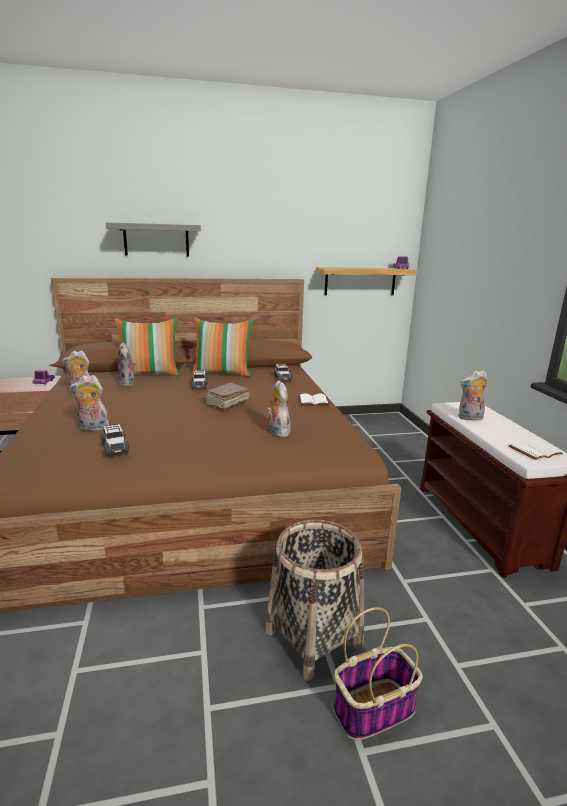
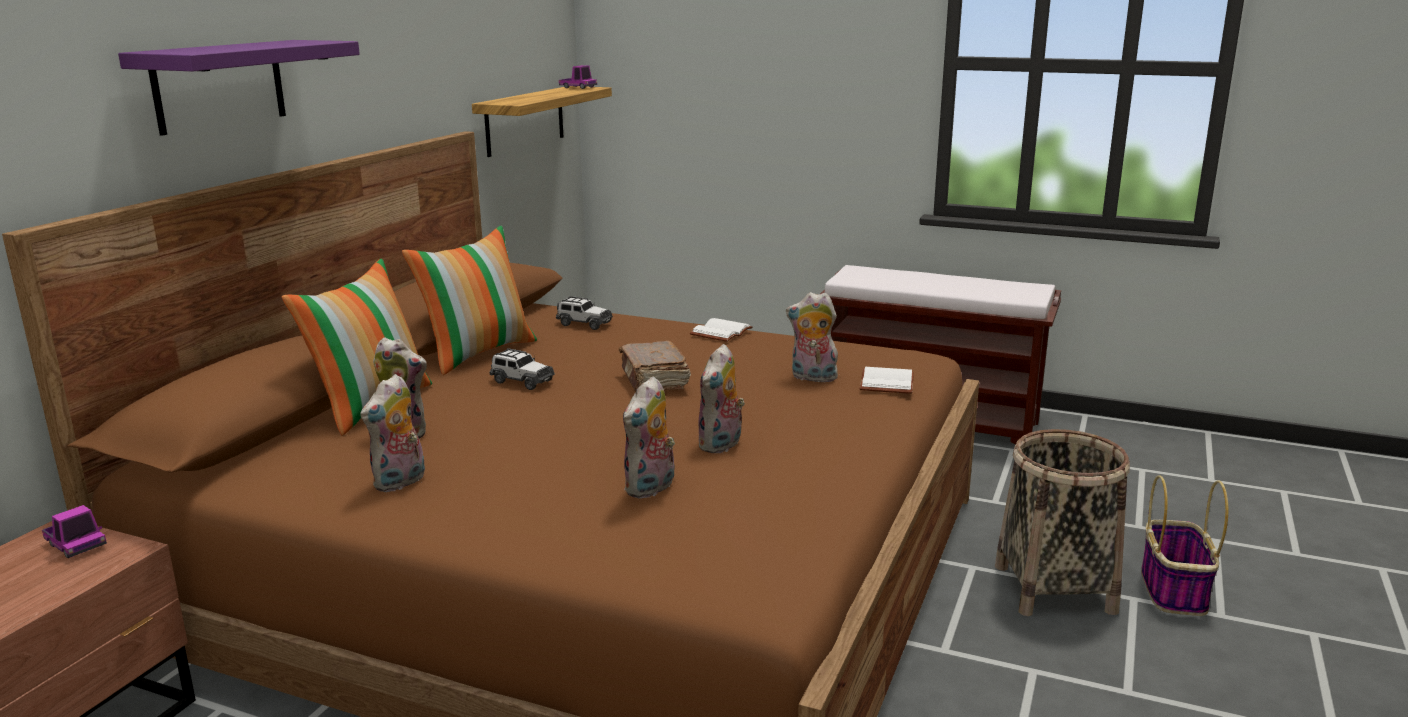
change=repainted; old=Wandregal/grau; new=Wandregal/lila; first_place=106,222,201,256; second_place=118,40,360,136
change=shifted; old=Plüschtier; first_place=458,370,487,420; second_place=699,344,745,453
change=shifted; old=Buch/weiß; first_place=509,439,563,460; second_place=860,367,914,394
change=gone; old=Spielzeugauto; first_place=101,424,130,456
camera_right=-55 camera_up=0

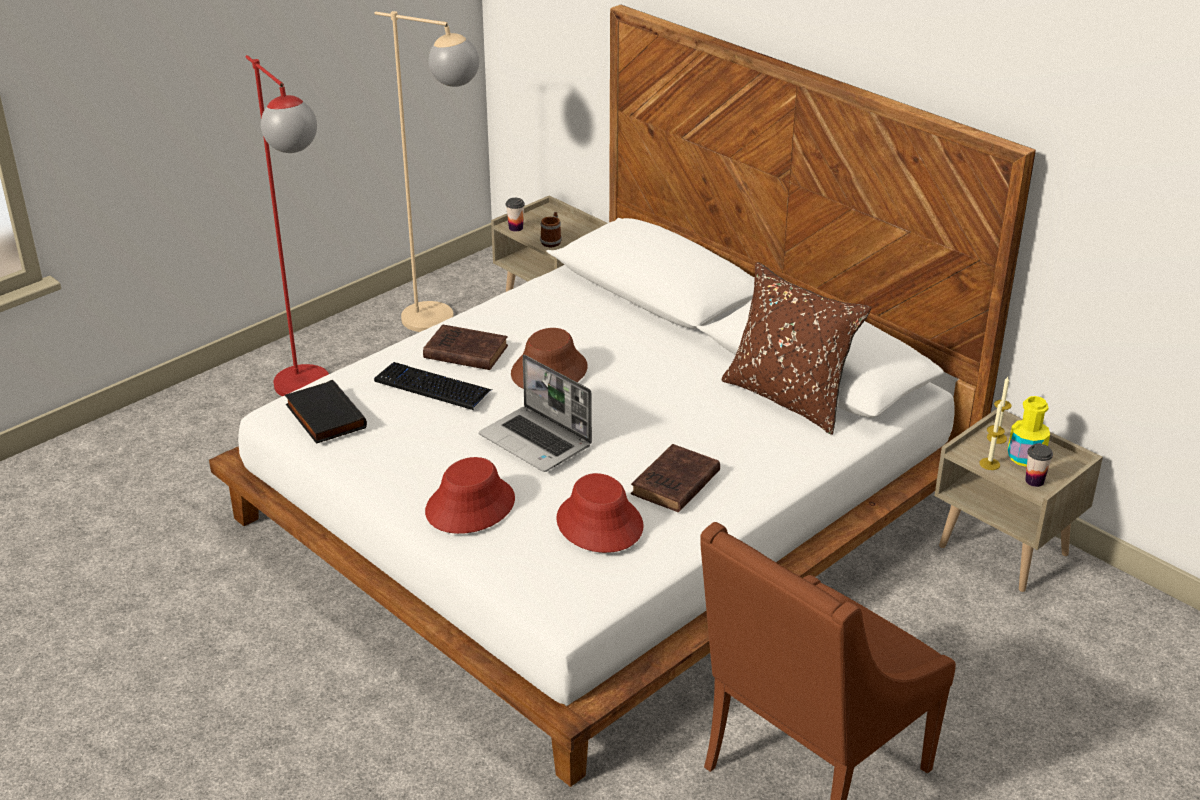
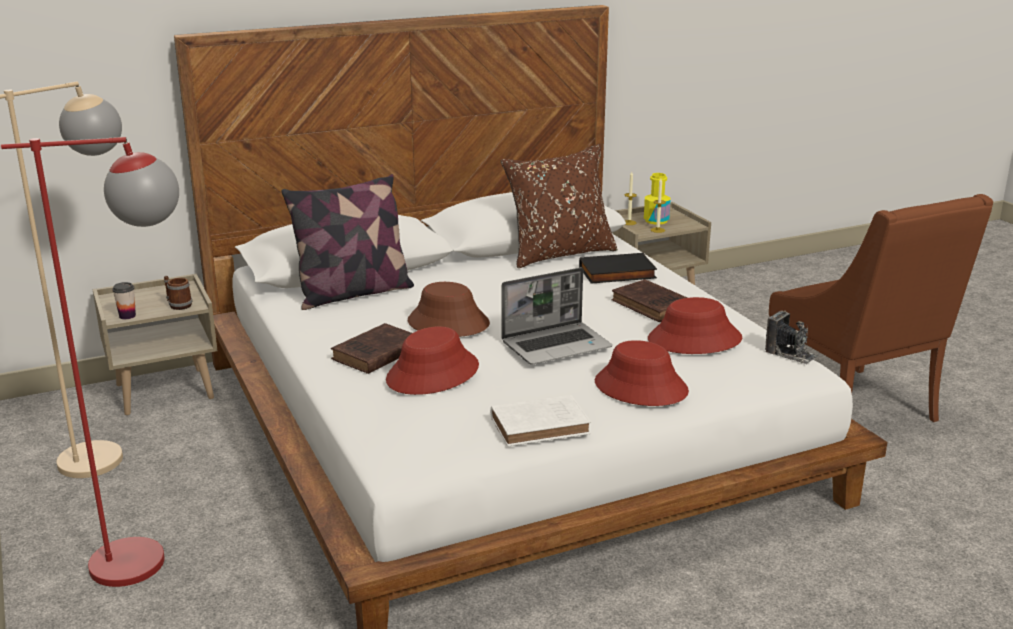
change=new; new=Kissen; second_place=282,174,414,310
change=swapped; old=Tastatur; new=Hut/rot; first_place=374,362,492,410; second_place=386,326,479,395
change=new; new=Buch/weiß; second_place=491,395,591,447
change=shifted; old=Buch/schwarz; first_place=285,380,367,444; second_place=579,253,657,284
change=new; new=Kamera; second_place=765,310,818,364
change=gone; old=Tasse; first_place=1025,444,1053,487
camera_right=-70 camera_up=-10

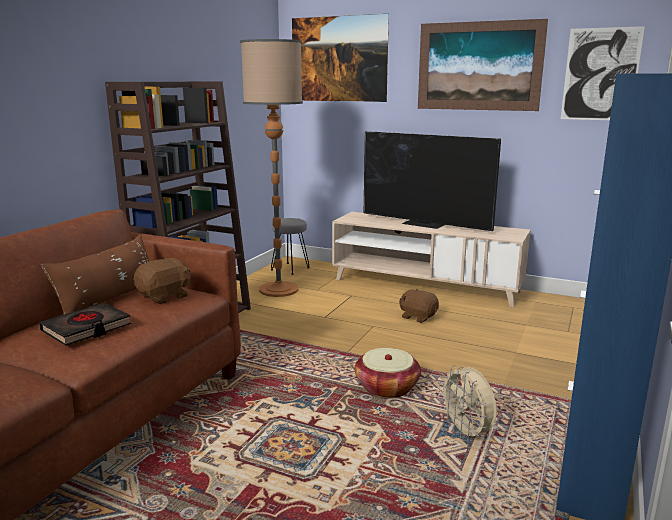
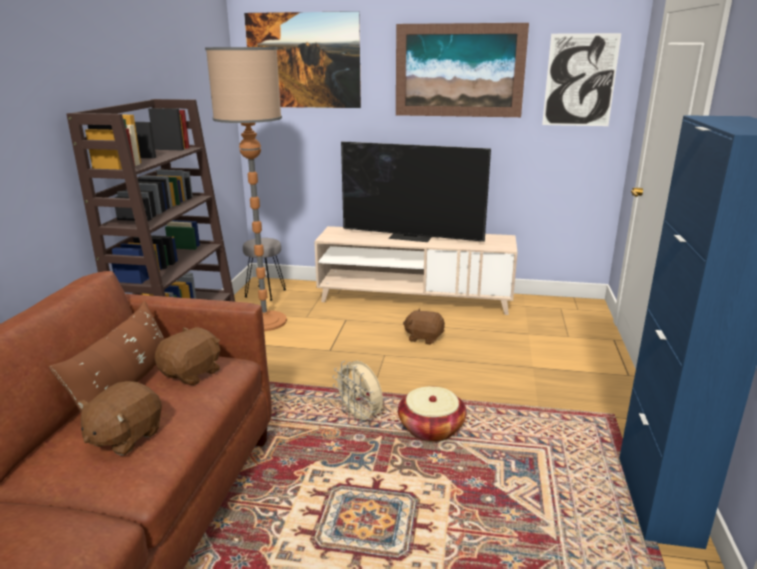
change=swapped; old=Buch/schwarz; new=Plüschtier/braun; first_place=39,303,131,346; second_place=77,381,162,456
change=shifted; old=Ventilator/beige; first_place=438,365,497,442; second_place=333,361,383,425
camera_right=-15 camera_up=5

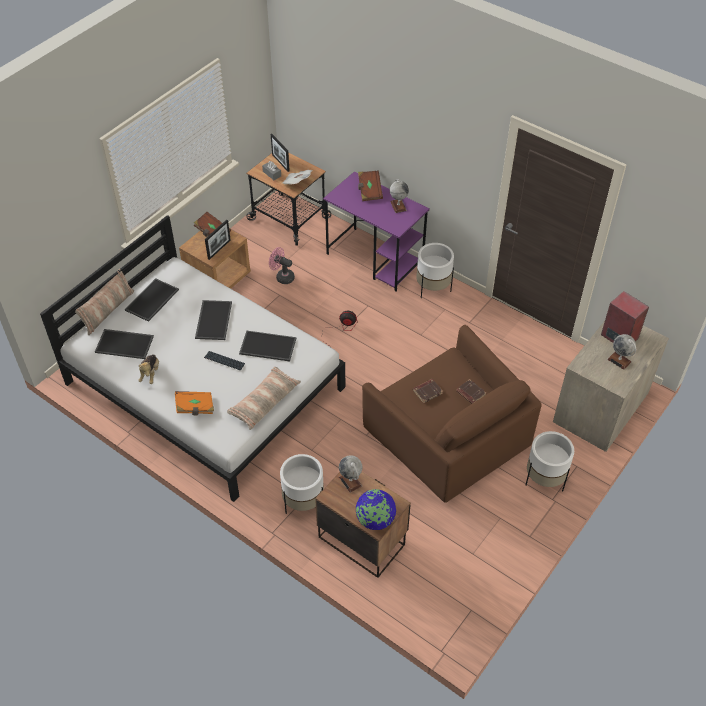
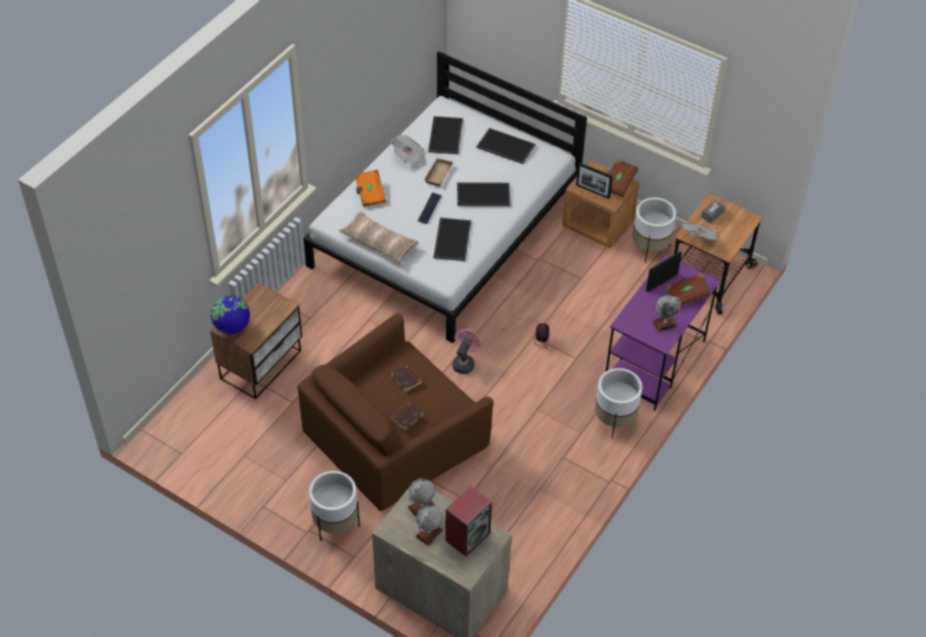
change=swapped; old=Plüschtier; new=Zeitung; first_place=138,354,159,384; second_place=391,135,427,165
change=shifted; old=Globus; first_place=339,455,362,493; second_place=408,478,436,517
change=new; new=Tablett/beige; second_place=424,158,453,186
change=shifted; old=Ventilator/rosa; first_place=269,247,295,284; second_place=452,329,482,374
change=shifted; old=Pflanzkübel/weiß; first_place=280,454,324,514; second_place=632,197,676,263
change=shifted; old=Bilderrahmen; first_place=271,134,290,172; second_place=646,251,682,292
change=gone; old=Kissen; first_place=75,269,134,335
camera_right=85 camera_up=0

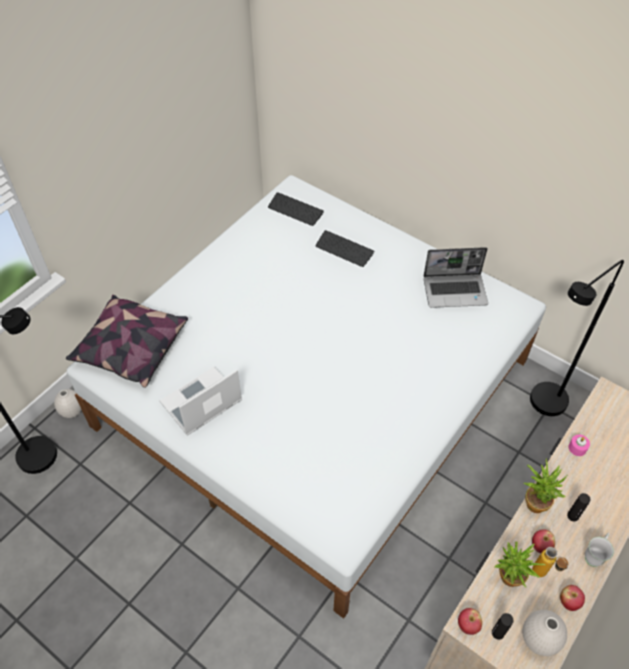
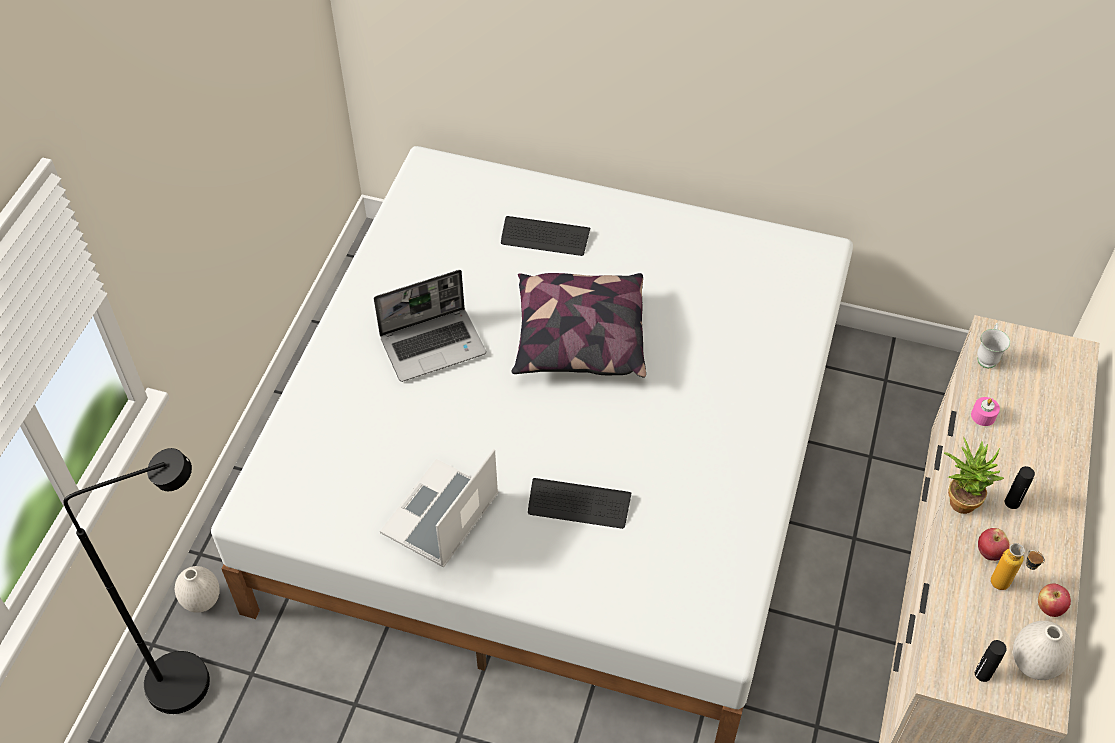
change=shifted; old=Laptop; first_place=424,247,488,308; second_place=374,270,486,382
change=shifted; old=Kissen; first_place=66,295,188,388; second_place=512,273,646,378
change=shifted; old=Tastatur; first_place=268,192,324,226; second_place=528,478,631,529
change=shifted; old=Henkelbecher/weiß; first_place=585,533,614,567; second_place=977,323,1010,368
change=gone; old=Apfel; first_place=458,608,482,635
change=gone; old=Topfpflanze; first_place=494,542,546,587
change=gone; old=Stehlampe/schwarz; first_place=530,260,624,416
camera_right=-20 camera_up=0

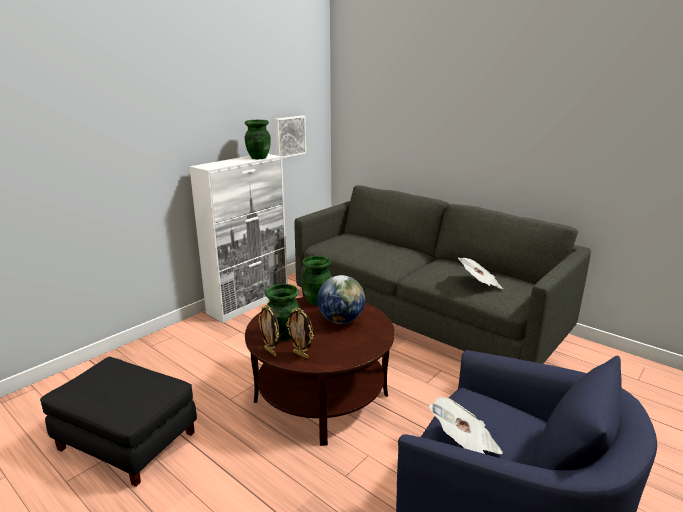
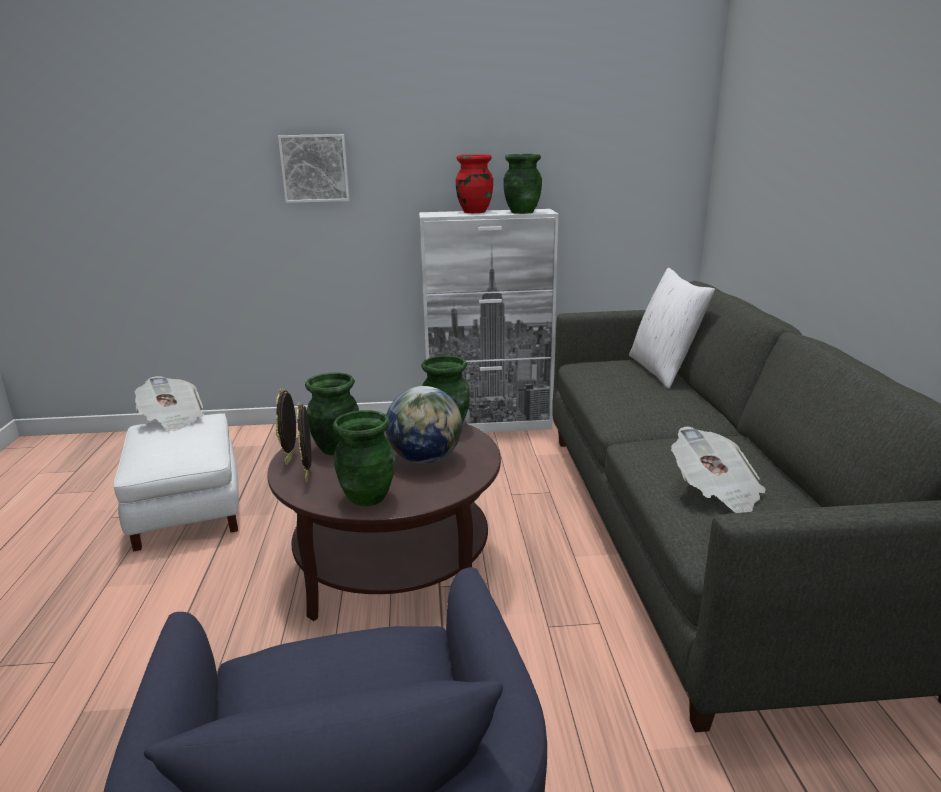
change=repainted; old=Polsterhocker/schwarz; new=Polsterhocker/weiß; first_place=40,357,197,487; second_place=114,414,239,551
change=shifted; old=Zeitung; first_place=429,397,503,454; second_place=135,376,204,431
change=shifted; old=Bild; first_place=274,116,306,158; second_place=278,134,350,203
change=new; new=Vase/grün; second_place=333,410,395,506
change=new; new=Vase/rot; second_place=456,154,493,213
change=new; new=Kissen/weiß; second_place=629,268,715,389
camera_right=45 camera_up=0

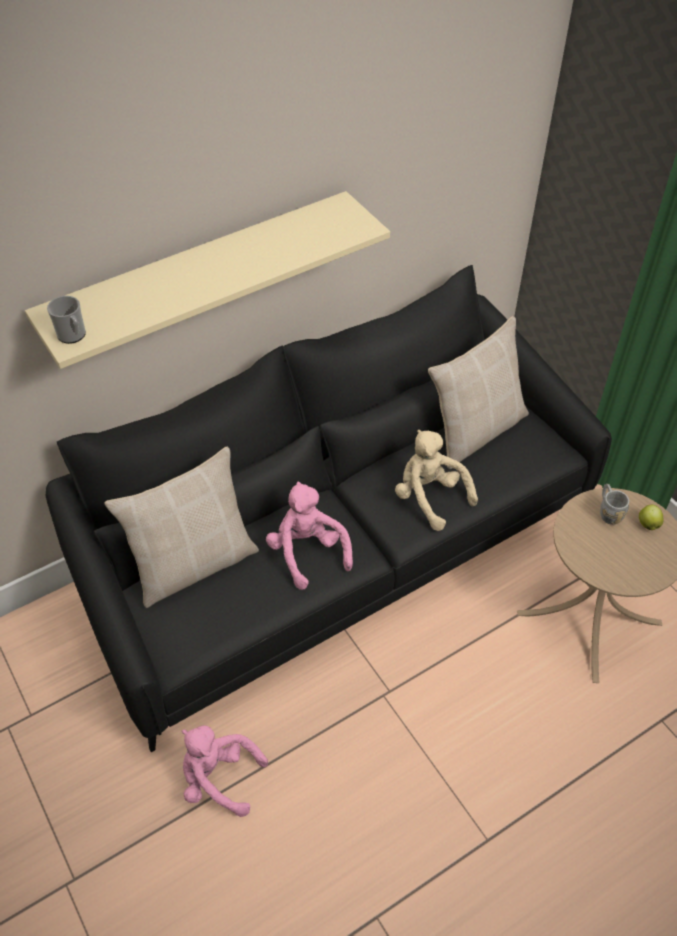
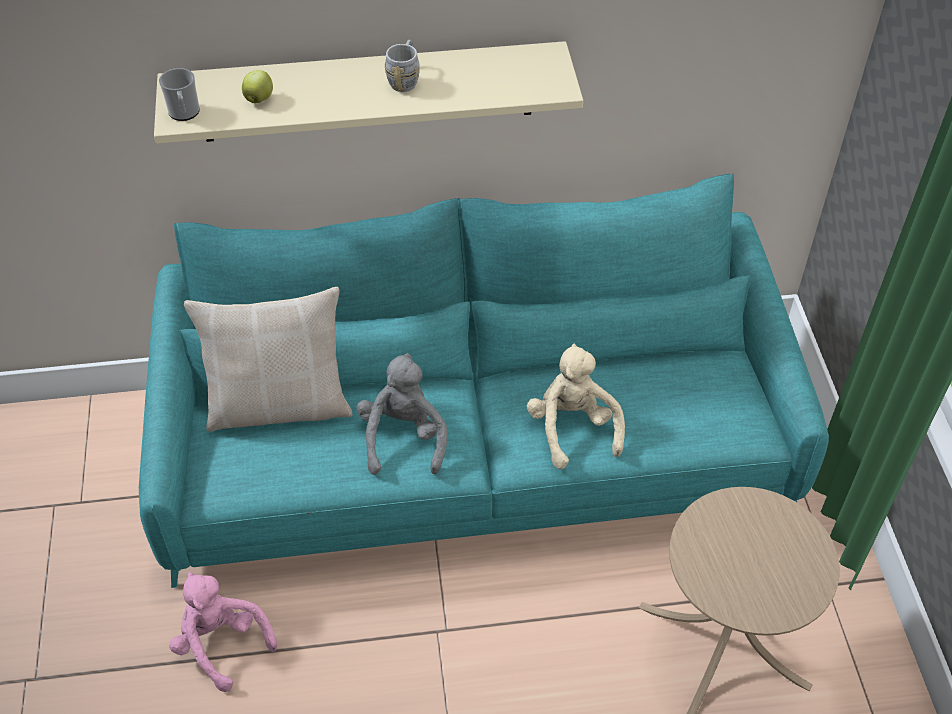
change=repainted; old=Sofa/schwarz; new=Sofa/türkis; first_place=46,265,612,752; second_place=139,174,829,588
change=shifted; old=Apfel; first_place=639,505,663,530; second_place=242,70,273,103
change=repainted; old=Plüschtier/rosa; new=Plüschtier/grau; first_place=266,481,353,590; second_place=356,353,447,475
change=shifted; old=Henkelbecher/grau; first_place=600,484,629,525; second_place=385,40,420,92
change=gone; old=Kissen/beige; first_place=428,316,529,469
camera_right=25 camera_up=0

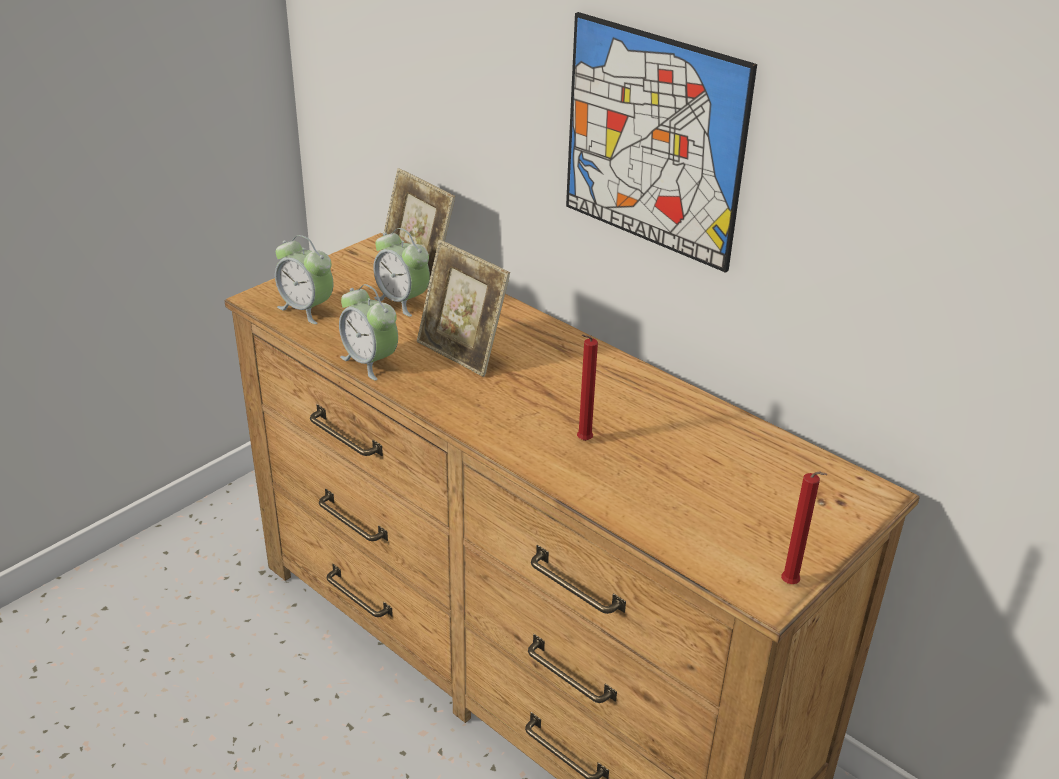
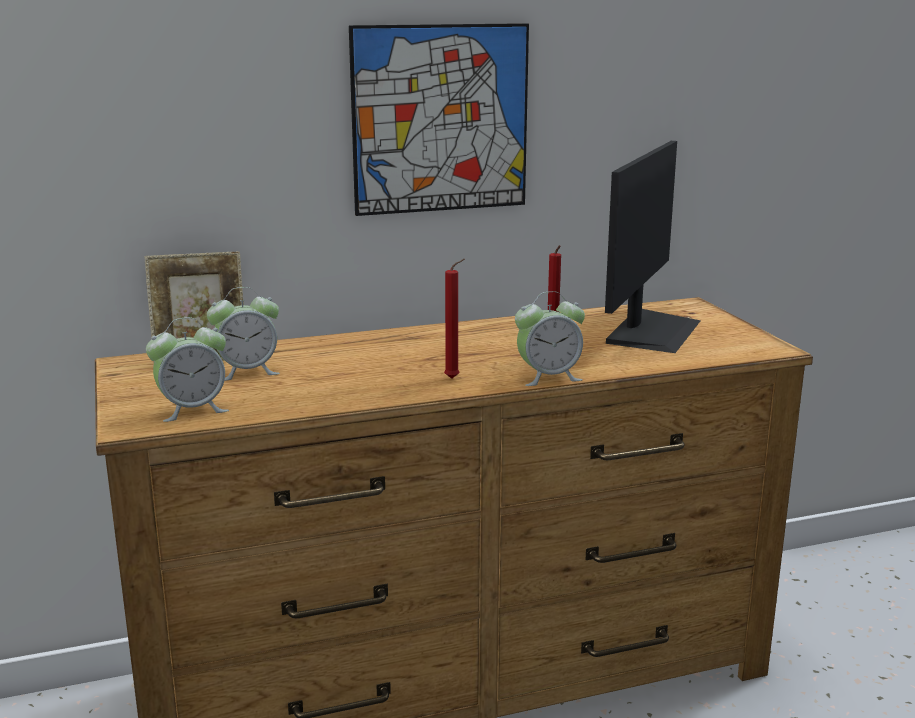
change=shifted; old=Kerze/rot; first_place=781,472,827,584; second_place=444,259,465,379
change=shifted; old=Wecker; first_place=339,284,398,380; second_place=515,291,585,386
change=new; new=Monitor; second_place=605,141,701,353
change=gone; old=Bilderrahmen; first_place=417,240,510,377
camera_right=-60 camera_up=-15

